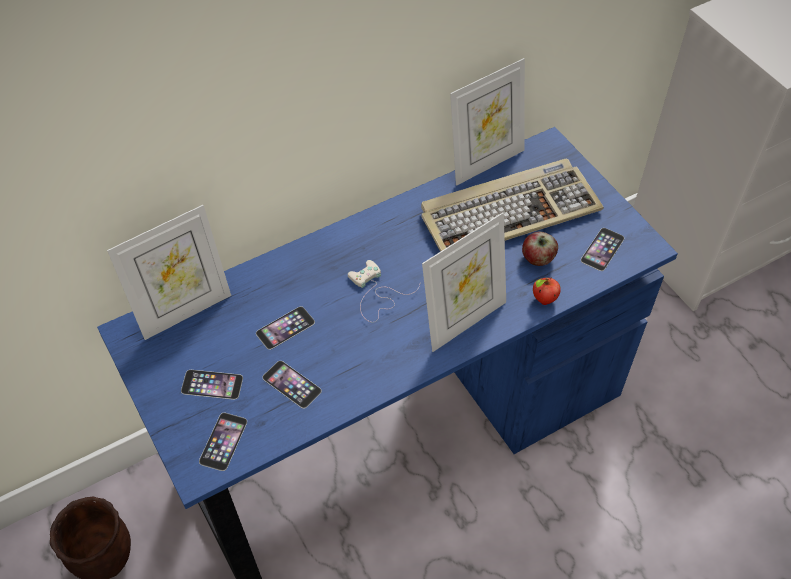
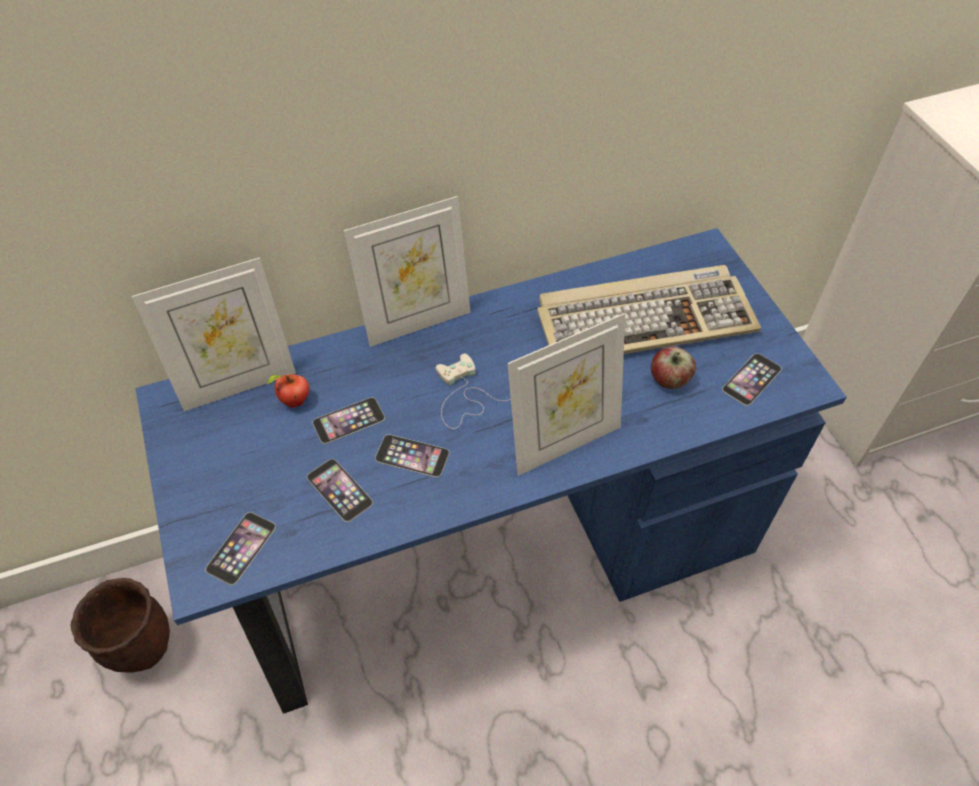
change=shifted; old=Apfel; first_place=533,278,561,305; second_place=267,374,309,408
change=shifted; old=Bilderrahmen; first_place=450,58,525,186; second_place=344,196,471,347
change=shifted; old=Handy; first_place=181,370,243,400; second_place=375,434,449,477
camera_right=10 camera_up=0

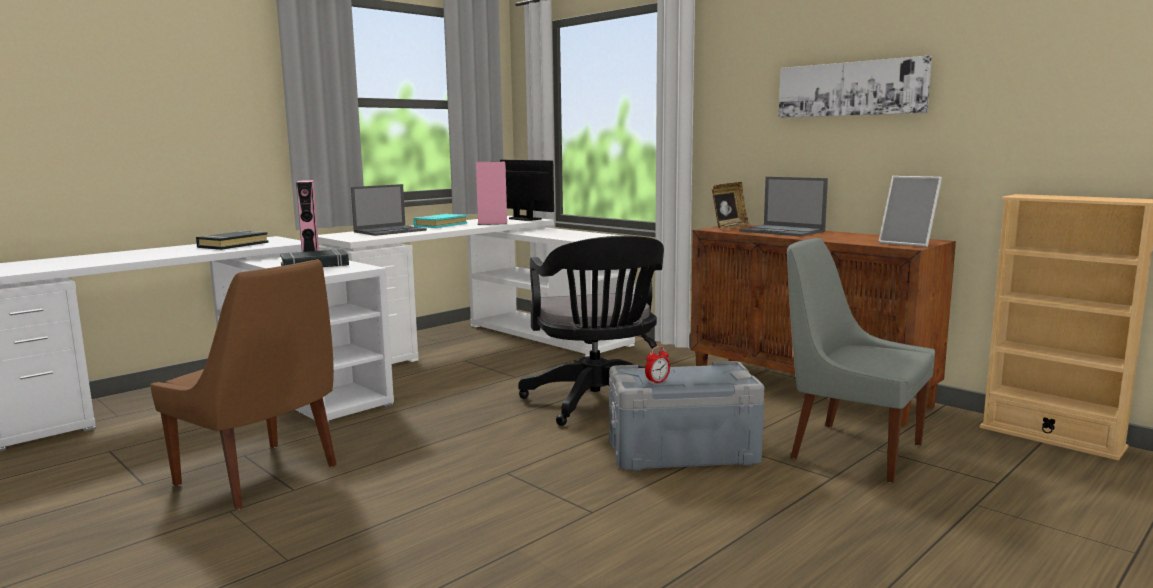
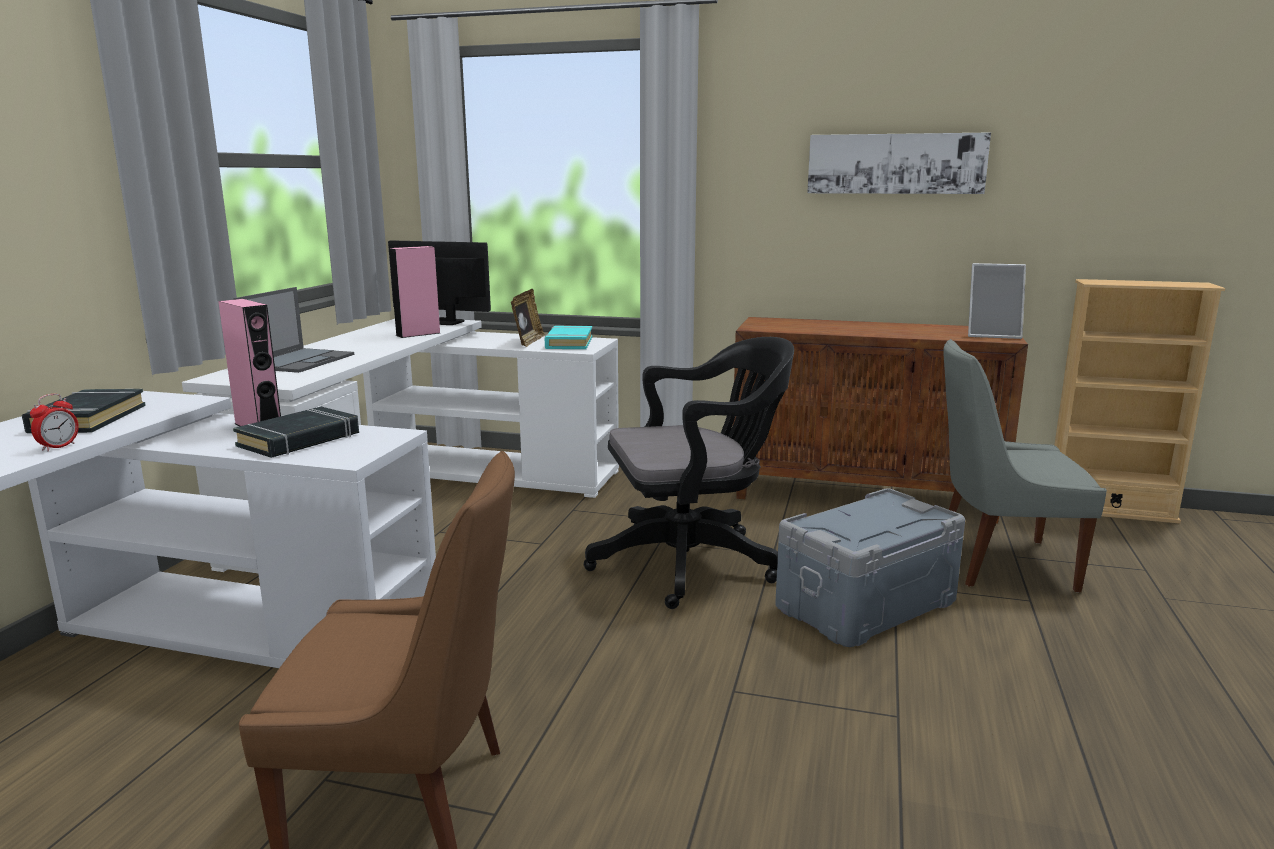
change=shifted; old=Wecker; first_place=645,346,670,385; second_place=30,394,79,451
change=shifted; old=Bilderrahmen; first_place=712,182,749,229; second_place=511,289,545,347
change=shifted; old=Buch/türkis; first_place=413,214,467,228; second_place=545,326,592,349
change=rotated; old=Bürostuhl/schwarz; first_place=518,236,664,426; second_place=584,337,794,609; degrees=-60
change=gone; old=Laptop; first_place=739,177,828,237
camera_right=-30 camera_up=5

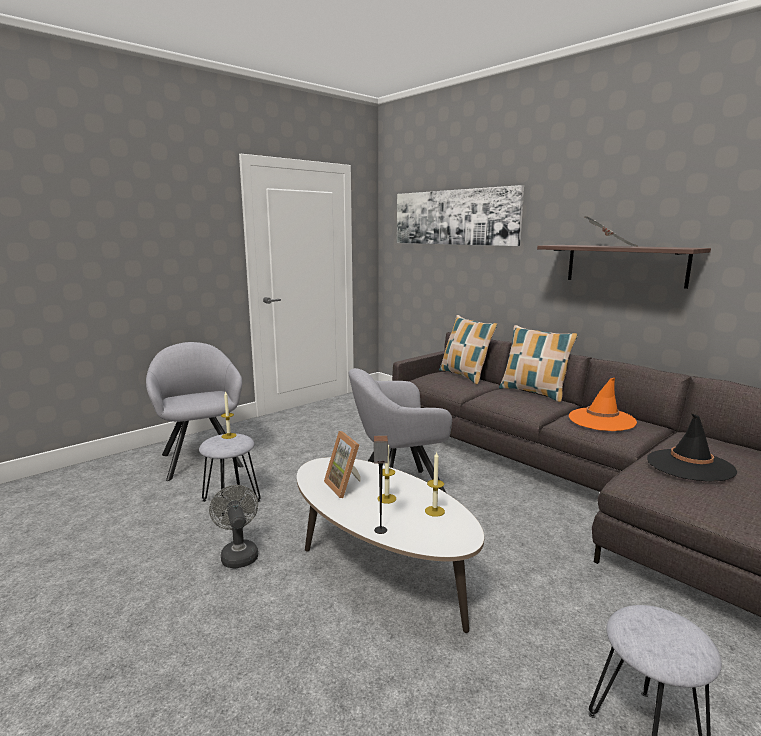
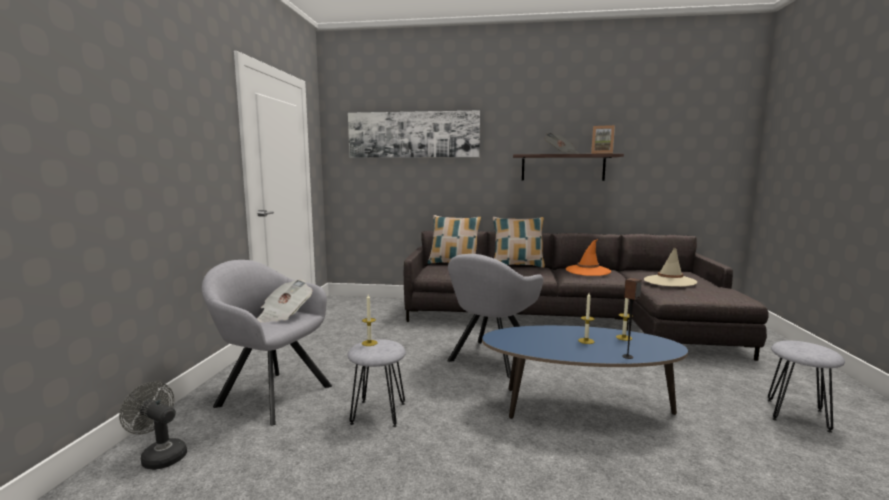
change=shifted; old=Ventilator/grau; first_place=209,485,258,568; second_place=119,382,187,470
change=new; new=Zeitung; second_place=257,280,312,323
change=repainted; old=Couchtisch/weiß; new=Couchtisch/blau; first_place=297,457,484,633; second_place=482,325,688,419
change=shifted; old=Bilderrahmen; first_place=324,431,361,498; second_place=591,125,615,154
change=repainted; old=Hut/schwarz; new=Hut/beige; first_place=647,413,737,482; second_place=644,248,697,287
camera_right=-40 camera_up=-5

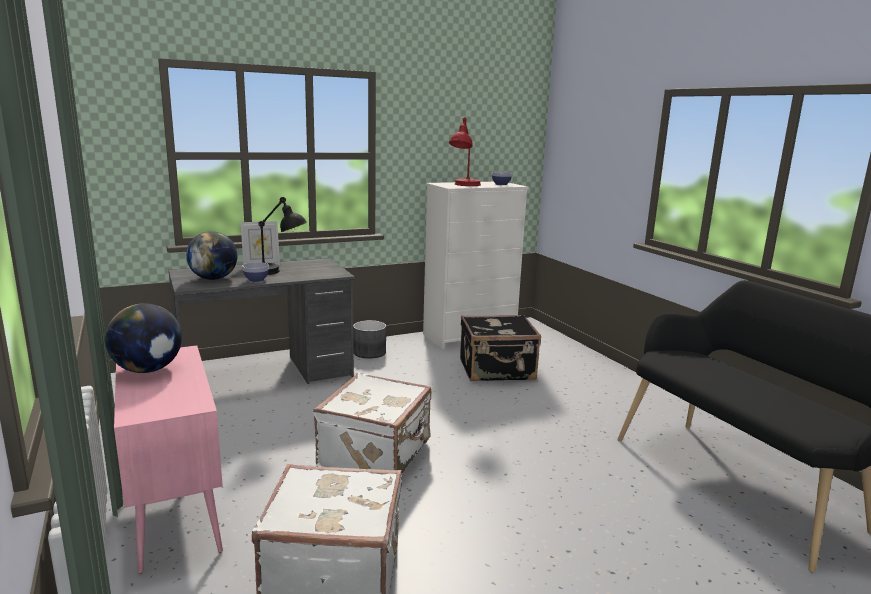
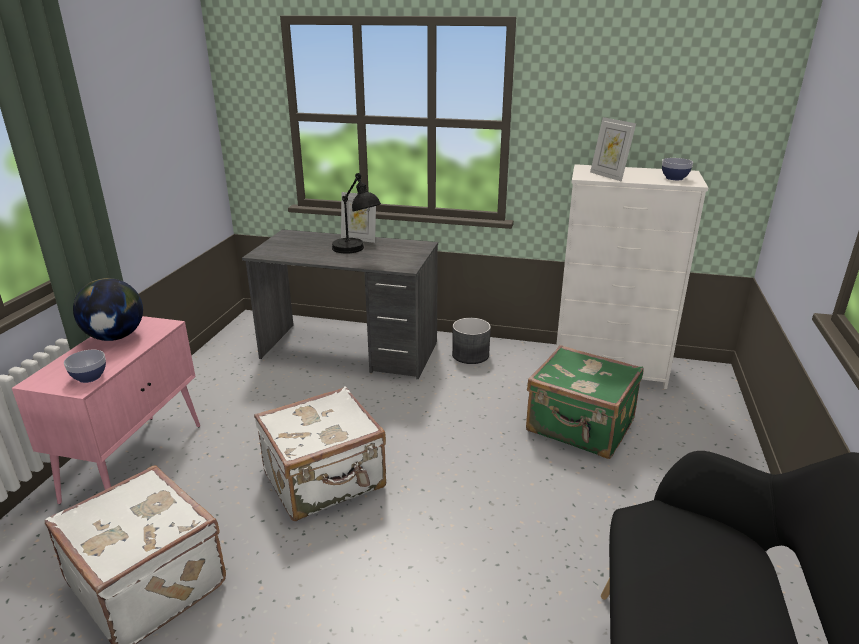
change=shifted; old=Schüssel; first_place=242,262,269,282; second_place=64,350,106,383
change=repainted; old=Koffer/schwarz; new=Koffer/grün; first_place=460,314,541,381; second_place=526,345,644,459
change=swapped; old=Tischlampe/rot; new=Bilderrahmen; first_place=449,117,481,186; second_place=590,117,636,182
change=gone; old=Globus; first_place=186,231,237,280
camera_right=40 camera_up=10

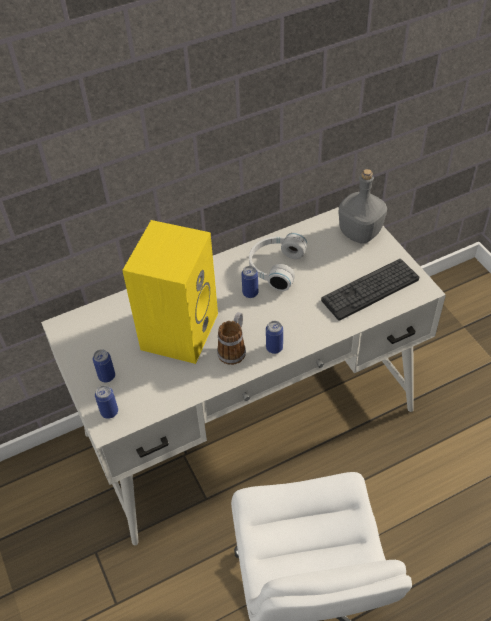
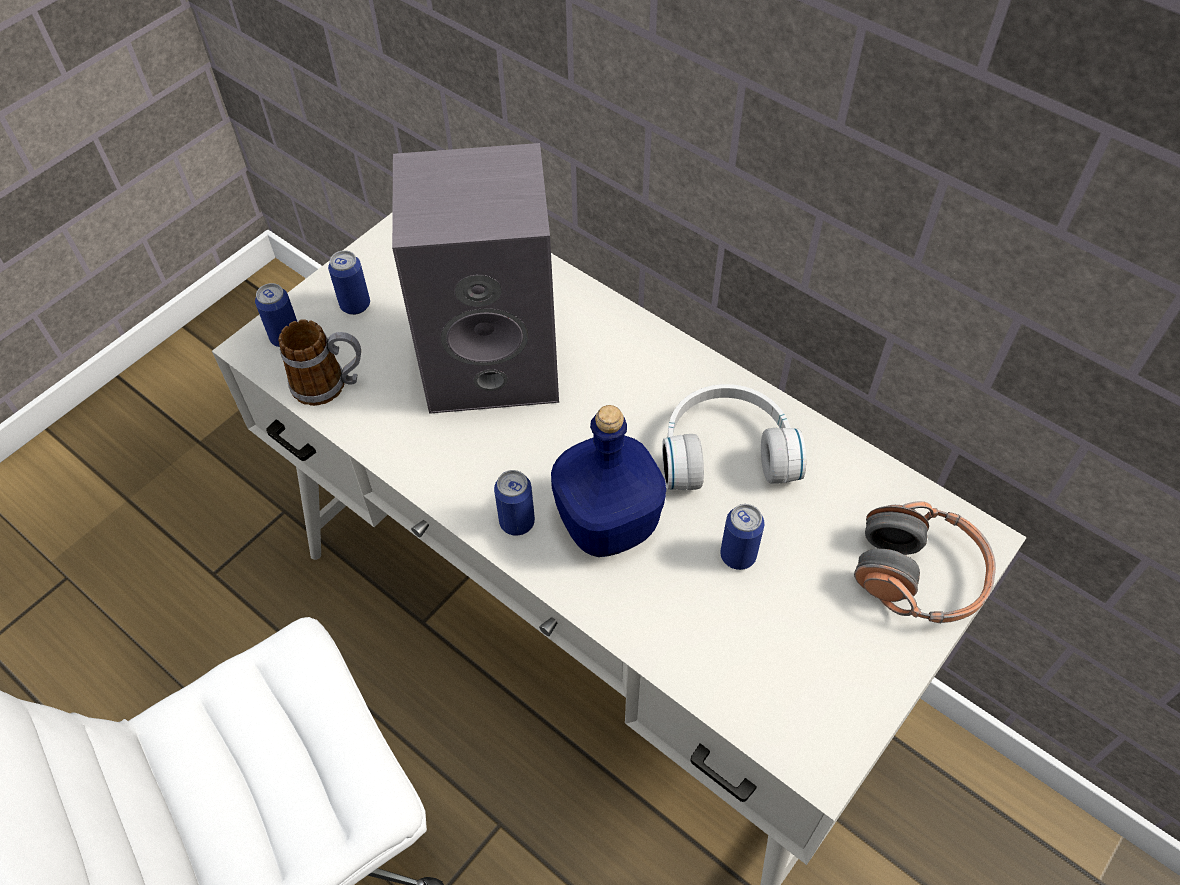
change=shifted; old=Henkelbecher; first_place=217,312,246,365; second_place=278,319,361,406
change=repainted; old=Lautsprecher/gelb; new=Lautsprecher/grau; first_place=122,220,218,364; second_place=392,143,559,414
change=new; new=Flasche/blau; second_place=551,405,666,557
change=shifted; old=Dose; first_place=241,266,258,298; second_place=720,504,765,570
change=swapped; old=Flasche/grau; new=Kopfhörer; first_place=339,169,387,243; second_place=854,501,996,623
change=gone; old=Tastatur; first_place=321,259,419,321
camera_right=65 camera_up=5

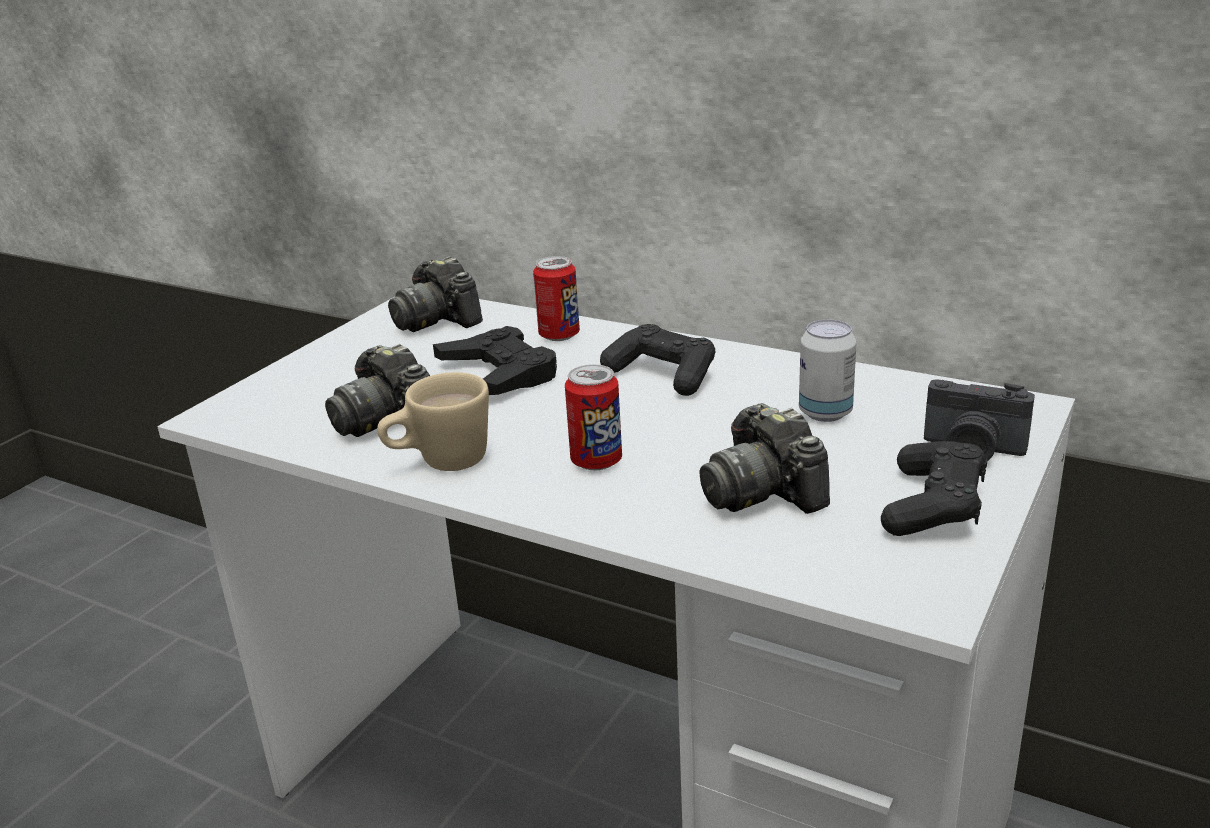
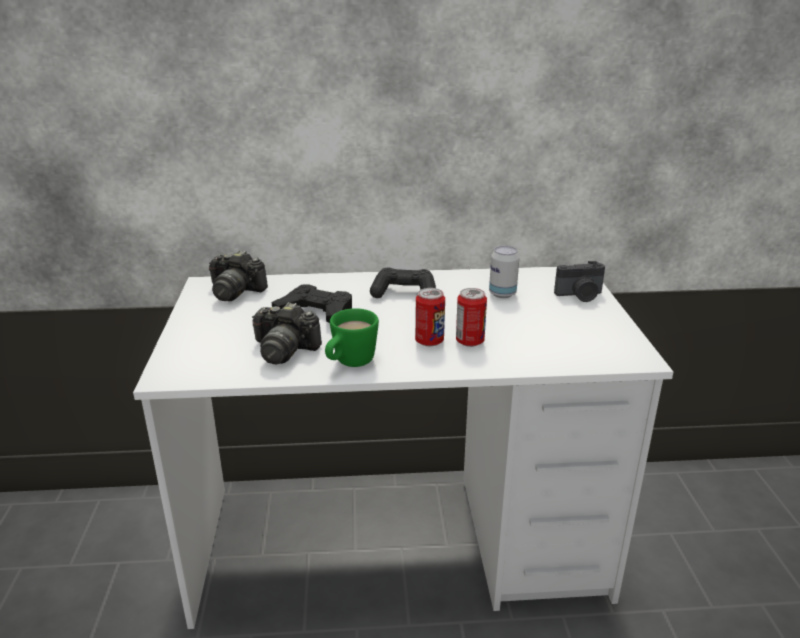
change=repainted; old=Henkelbecher/beige; new=Henkelbecher/grün; first_place=377,372,489,471; second_place=325,308,379,367
change=shifted; old=Dose; first_place=533,256,580,341; second_place=456,288,487,347
change=gone; old=Kamera; first_place=699,403,830,514
change=gone; old=Gamepad/schwarz; first_place=881,441,987,536
camera_right=-35 camera_up=0

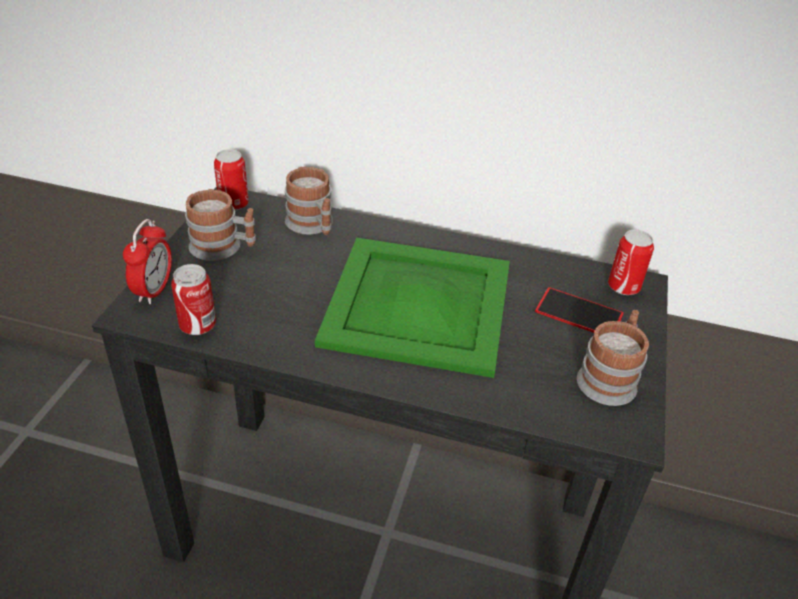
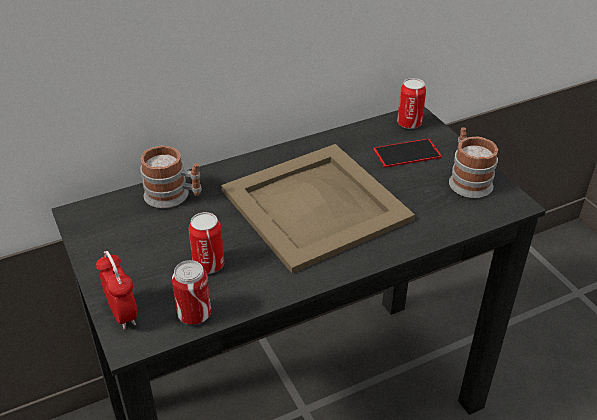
change=shifted; old=Dose; first_place=214,149,249,210; second_place=189,212,224,274
change=repainted; old=Tablett/grün; new=Tablett/beige; first_place=315,238,510,378; second_place=221,144,415,273
change=gone; old=Henkelbecher; first_place=185,189,256,261
camera_right=-40 camera_up=0

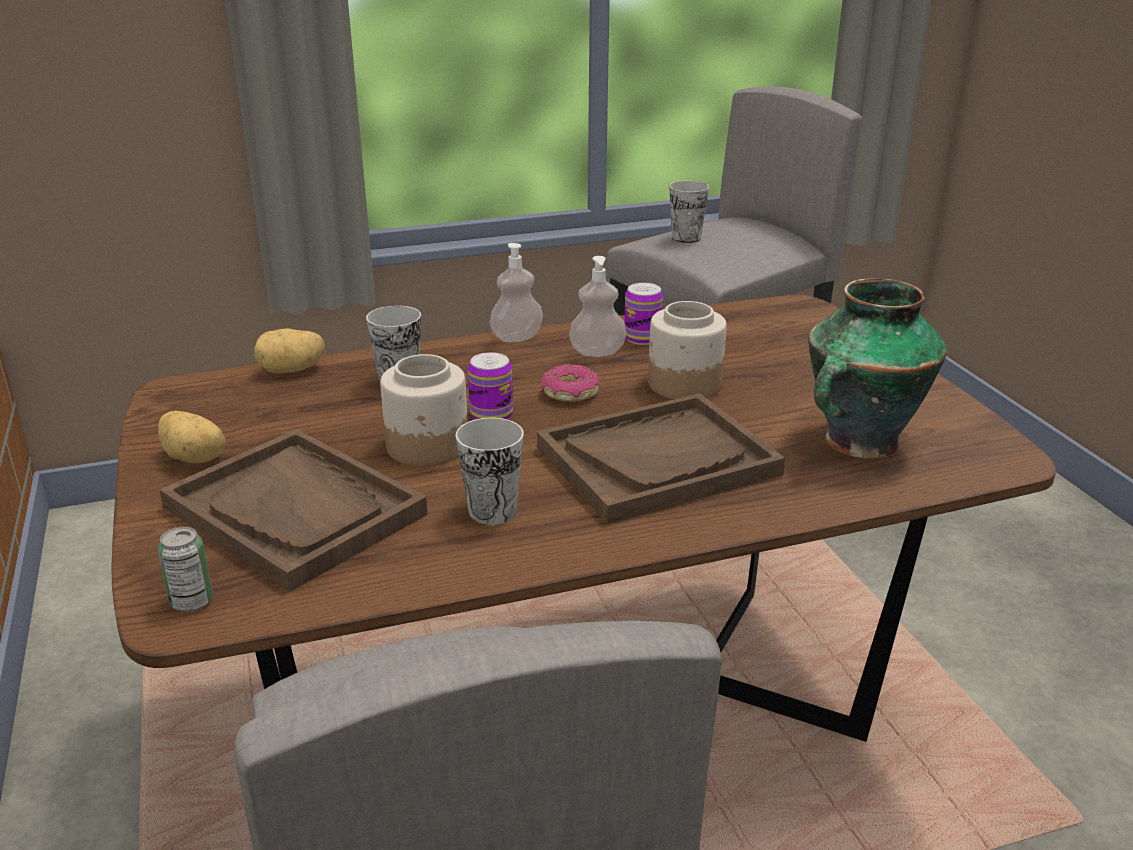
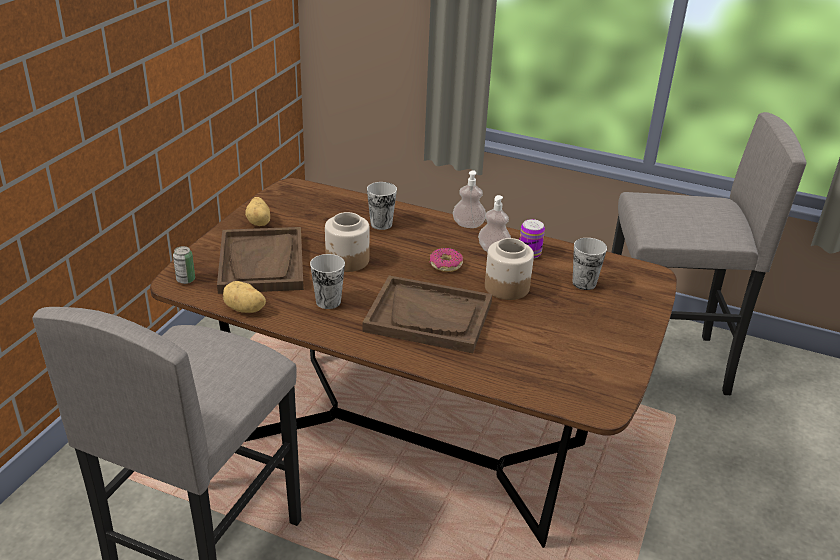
change=shifted; old=Kartoffel; first_place=254,328,325,373; second_place=223,281,266,313
change=shifted; old=Tasse; first_place=669,181,709,243; second_place=573,238,607,290
change=gone; old=Dose; first_place=468,352,513,420
change=gone; old=Vase; first_place=808,278,947,459
camera_right=40 camera_up=5

